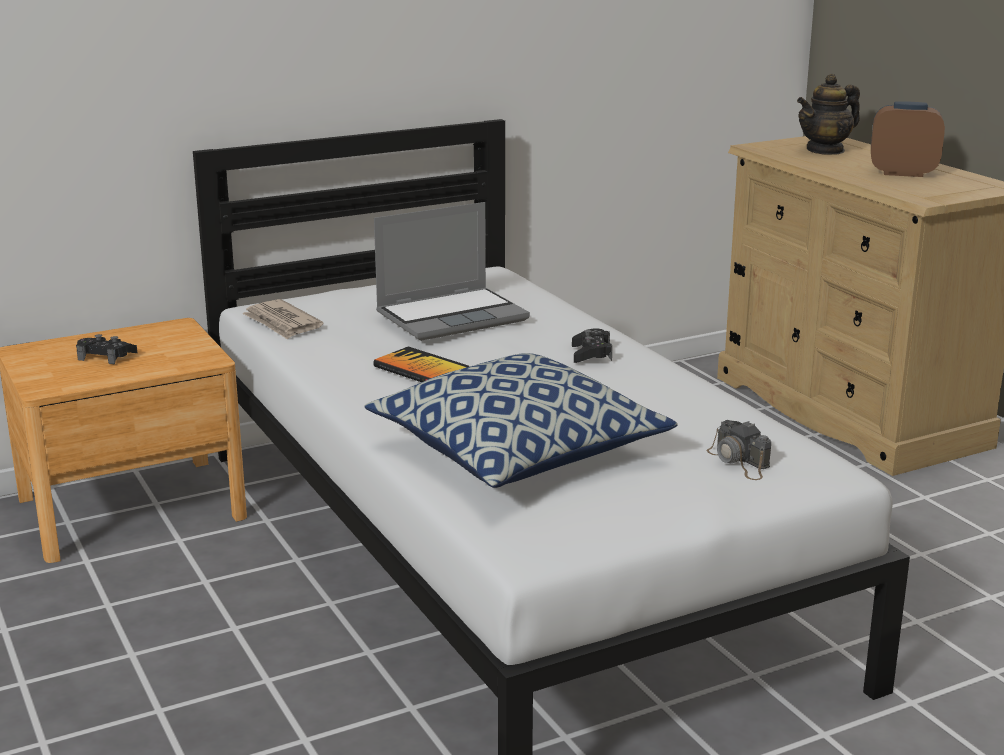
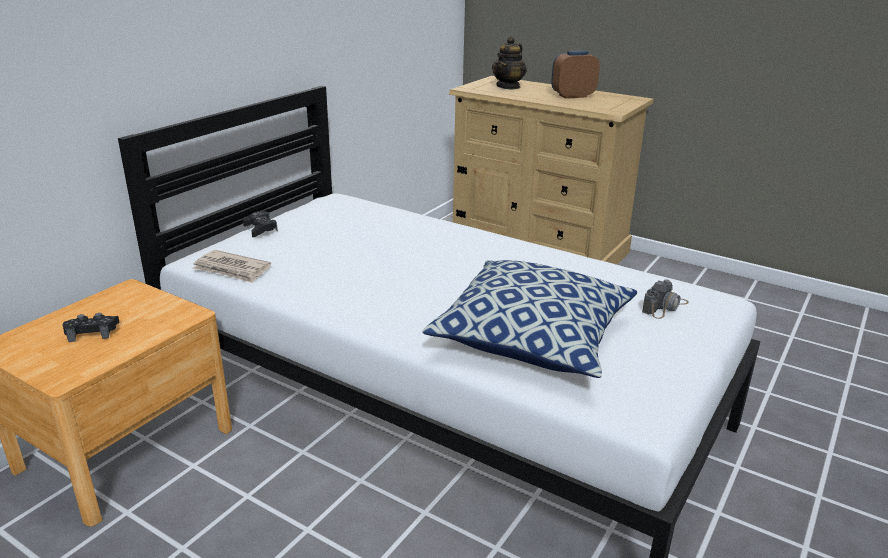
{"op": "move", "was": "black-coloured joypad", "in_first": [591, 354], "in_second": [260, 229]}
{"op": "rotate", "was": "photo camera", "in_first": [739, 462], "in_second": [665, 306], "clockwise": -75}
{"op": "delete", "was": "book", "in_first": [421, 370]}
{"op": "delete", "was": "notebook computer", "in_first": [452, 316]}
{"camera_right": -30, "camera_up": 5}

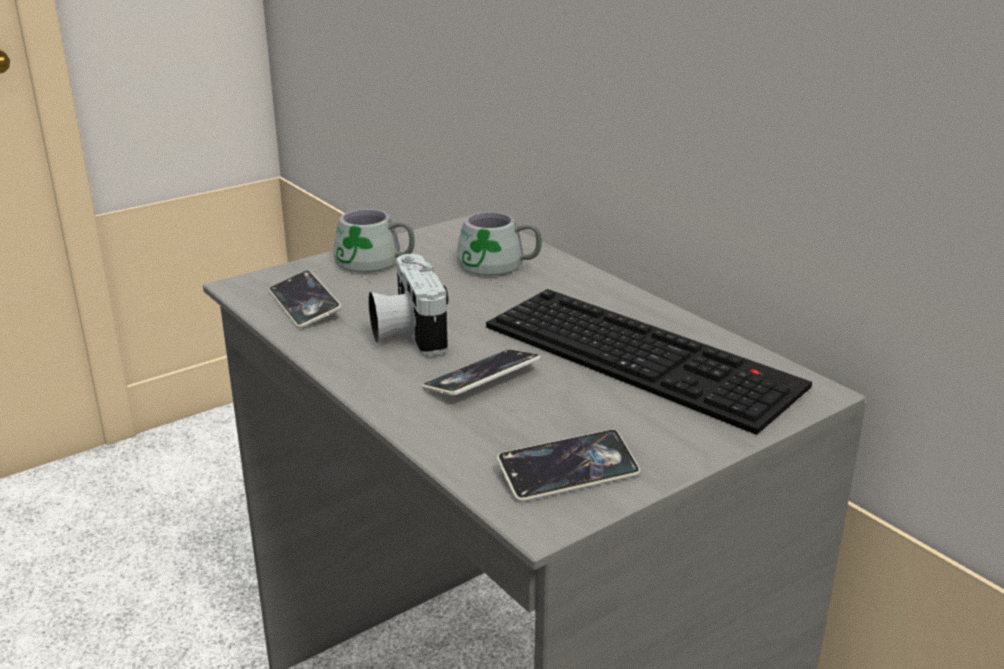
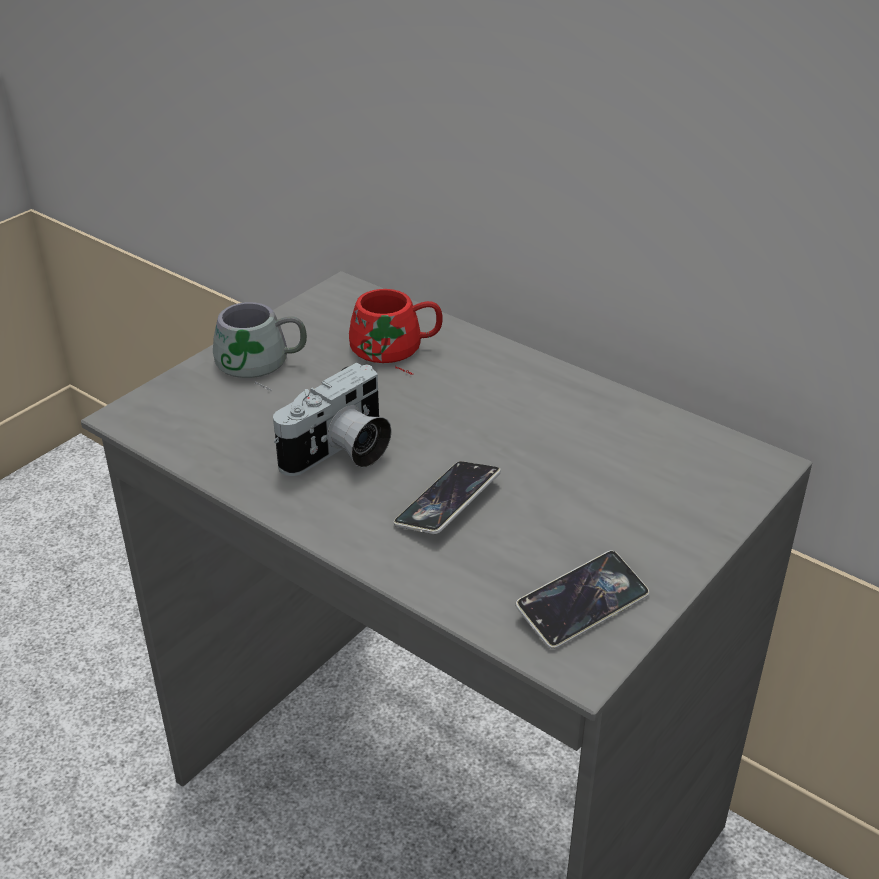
{"op": "rotate", "was": "photo camera", "in_first": [406, 332], "in_second": [341, 453], "clockwise": -105}
{"op": "recolor", "was": "gray mug", "now": "red-coloured mug", "in_first": [496, 268], "in_second": [395, 350]}
{"op": "delete", "was": "handset", "in_first": [304, 305]}
{"op": "delete", "was": "computer keyboard", "in_first": [645, 356]}
{"camera_right": -15, "camera_up": 10}

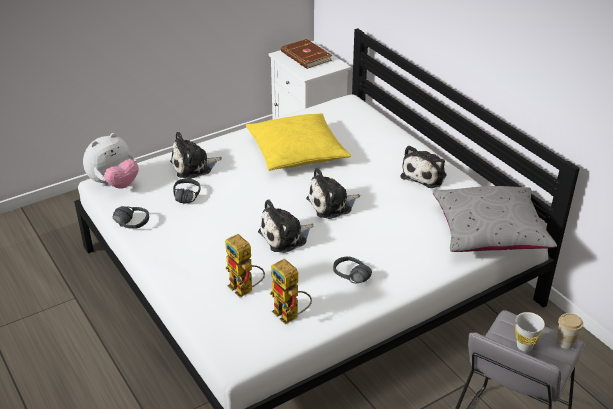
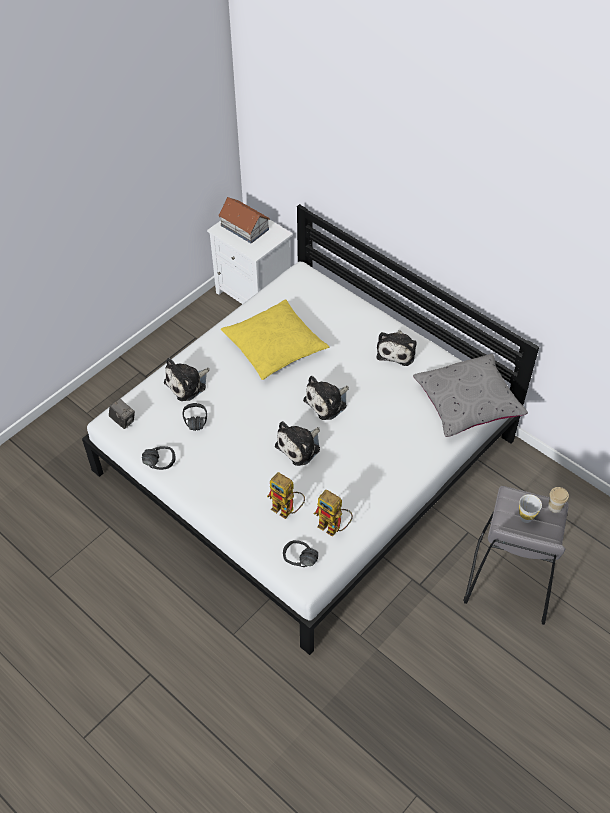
{"op": "replace", "was": "cuddly toy", "now": "photo camera", "in_first": [114, 184], "in_second": [123, 420]}
{"op": "replace", "was": "brown-coloured book", "now": "miniature house", "in_first": [305, 56], "in_second": [245, 228]}
{"op": "move", "was": "black-coloured headset", "in_first": [348, 279], "in_second": [298, 562]}
{"camera_right": -15, "camera_up": 15}

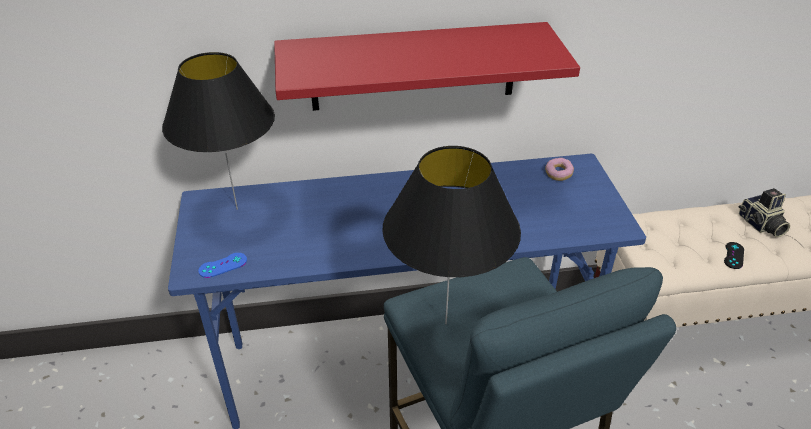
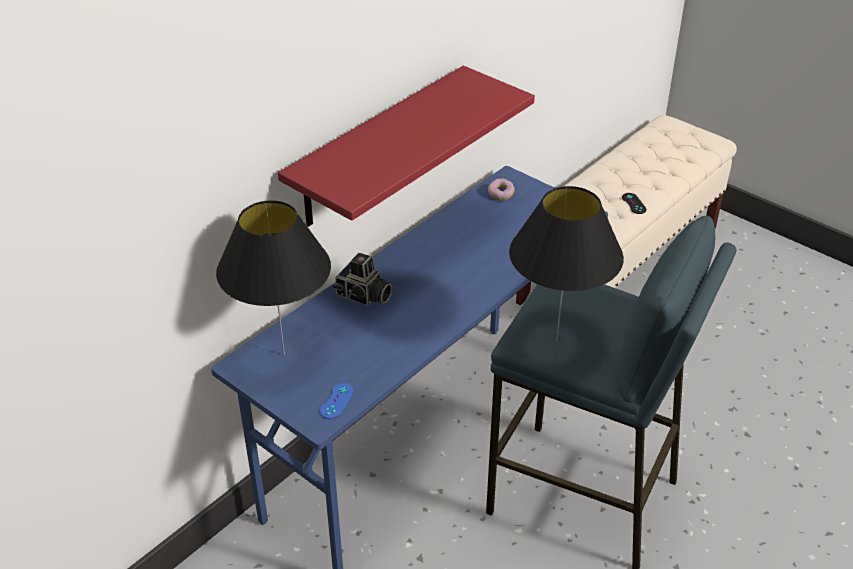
{"op": "move", "was": "photo camera", "in_first": [760, 225], "in_second": [363, 296]}
{"camera_right": -40, "camera_up": 0}

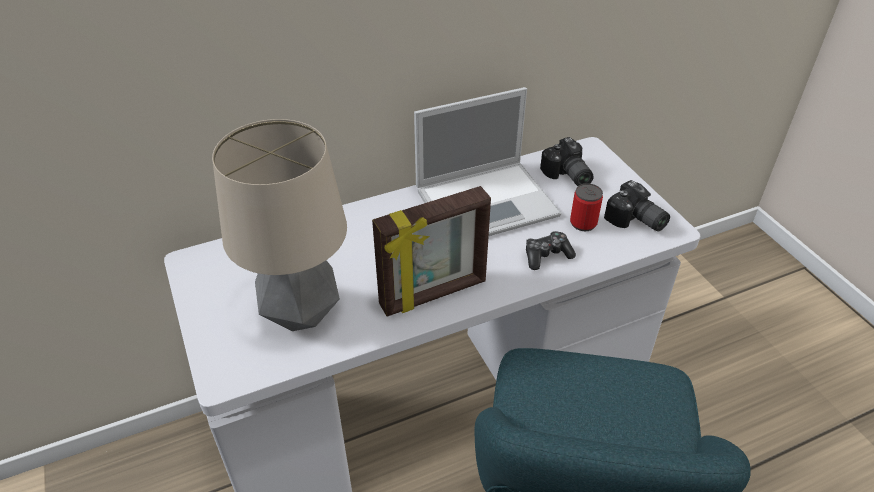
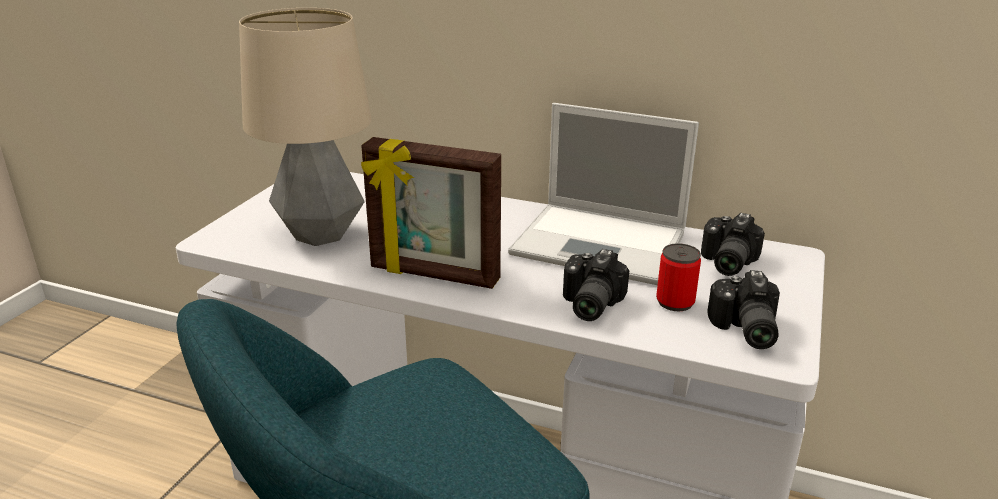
{"op": "replace", "was": "joypad", "now": "photo camera", "in_first": [546, 255], "in_second": [587, 304]}
{"camera_right": 45, "camera_up": -15}

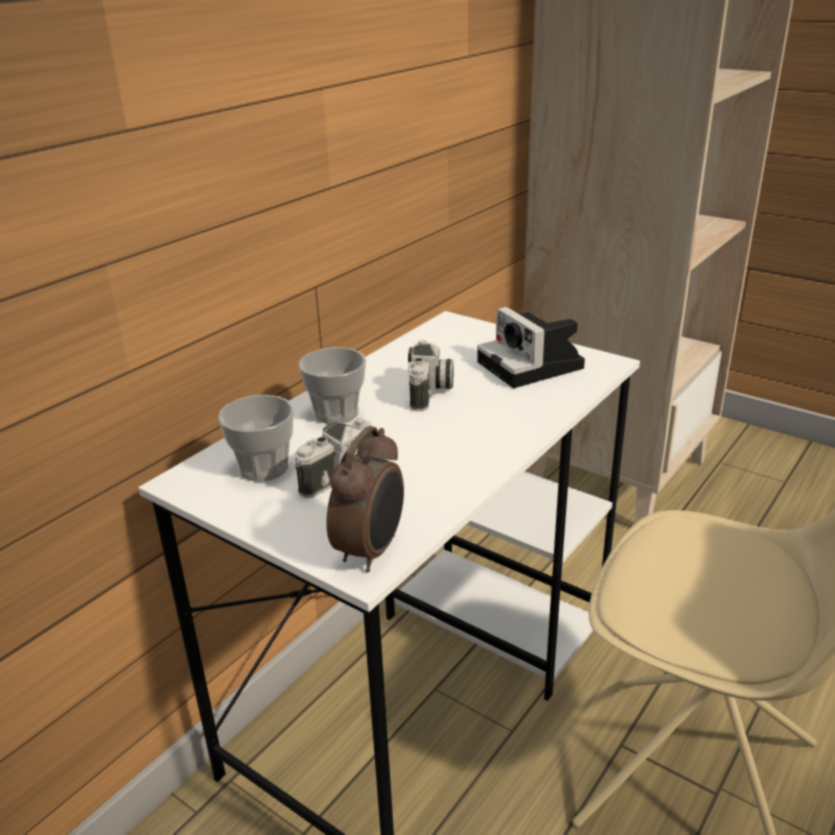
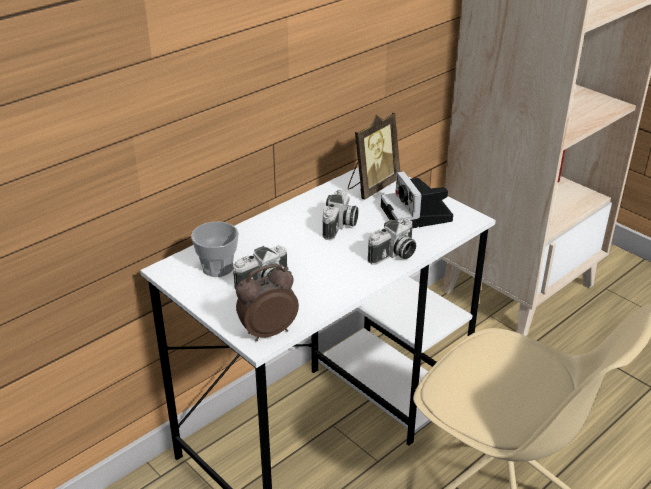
{"op": "rotate", "was": "alarm clock", "in_first": [372, 551], "in_second": [267, 332], "clockwise": -150}
{"op": "insert", "now": "picture frame", "in_second": [372, 187]}
{"op": "insert", "now": "photo camera", "in_second": [393, 255]}
{"op": "delete", "was": "small cup", "in_first": [336, 413]}
{"camera_right": 10, "camera_up": 5}

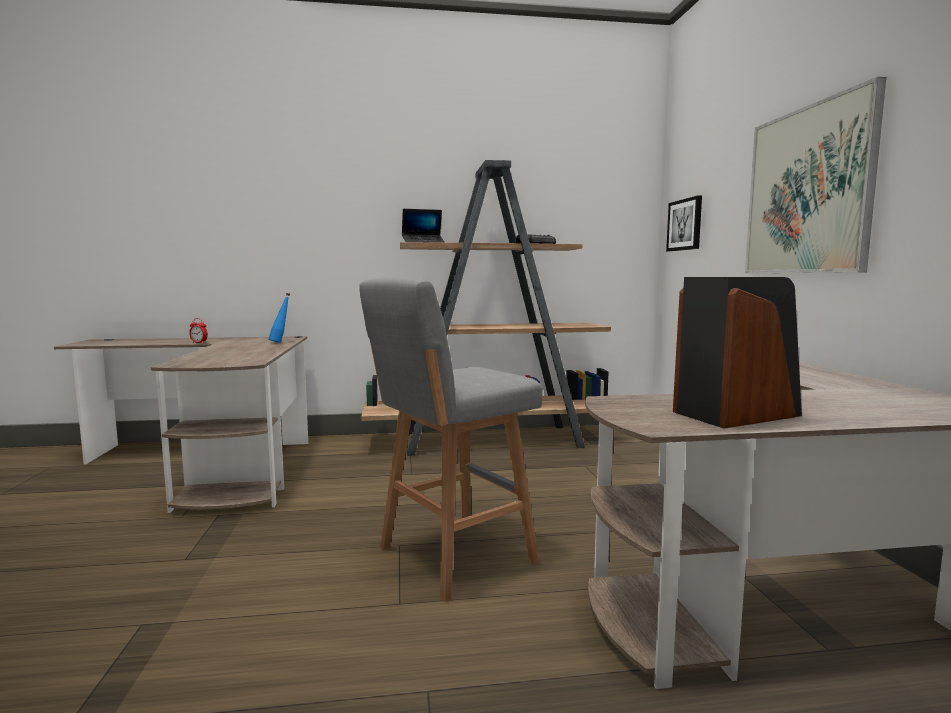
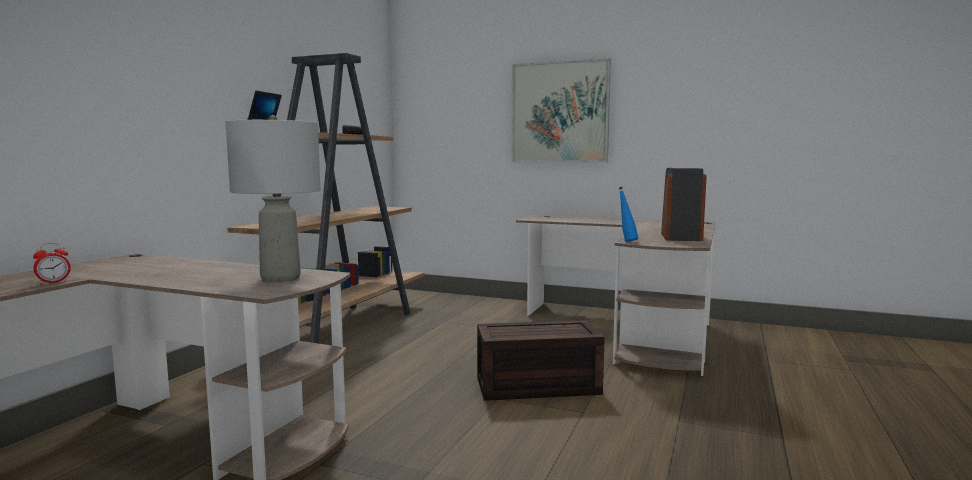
{"op": "insert", "now": "gray lamp for a table", "in_second": [281, 278]}
{"op": "replace", "was": "gray sitting stool", "now": "brown-coloured storage container", "in_first": [452, 557], "in_second": [536, 386]}
{"op": "move", "was": "blue bottle", "in_first": [281, 342], "in_second": [626, 241]}
{"op": "delete", "was": "picture", "in_first": [685, 225]}
{"camera_right": -60, "camera_up": 0}

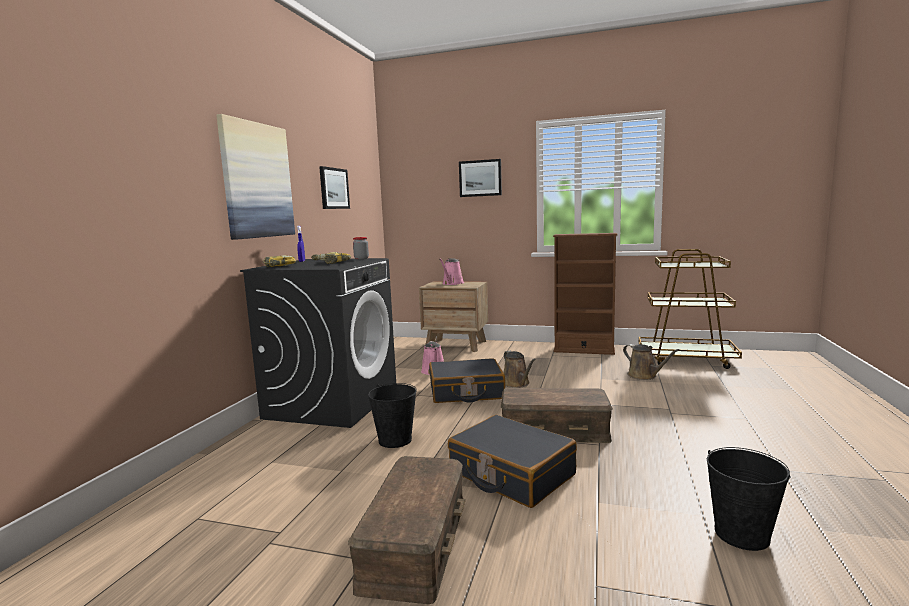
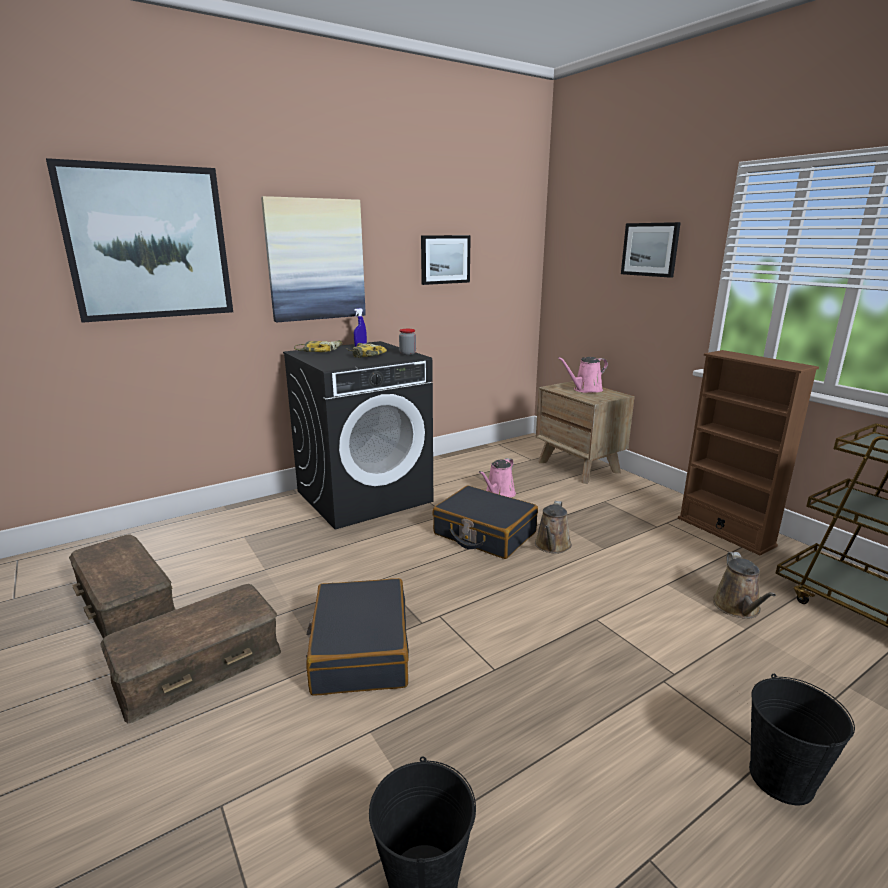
{"op": "insert", "now": "picture", "in_second": [148, 243]}
{"op": "move", "was": "brown-coloured storage container", "in_first": [554, 430], "in_second": [127, 602]}
{"op": "move", "was": "black-coloured pail", "in_first": [395, 440], "in_second": [781, 778]}
{"camera_right": 40, "camera_up": 10}

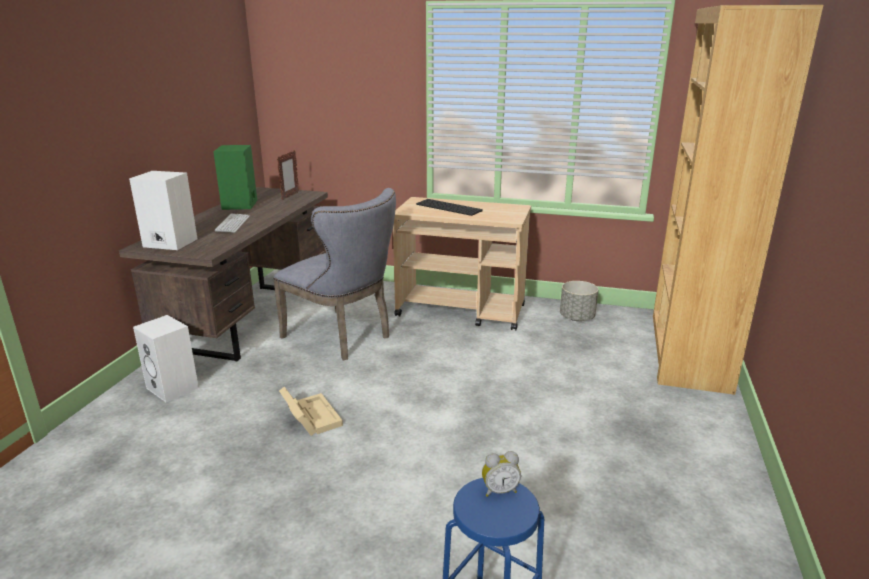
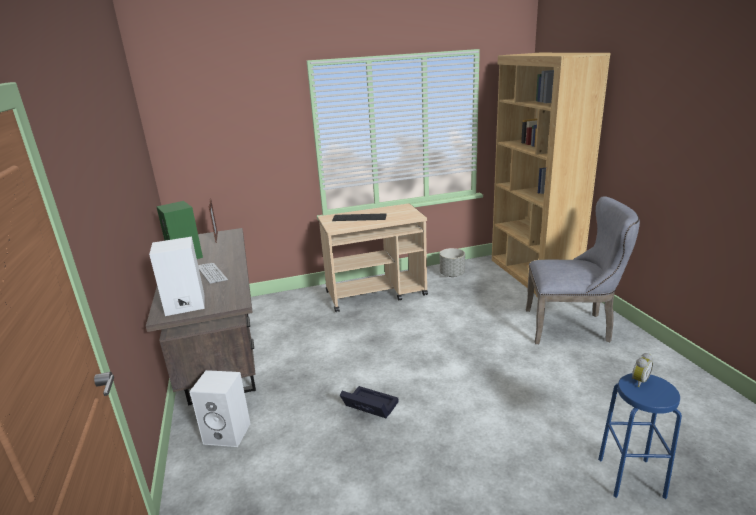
{"op": "recolor", "was": "sand-coloured storage container", "now": "black-coloured storage container", "in_first": [310, 417], "in_second": [368, 406]}
{"op": "move", "was": "gray chair", "in_first": [343, 337], "in_second": [573, 326]}
{"camera_right": -30, "camera_up": 0}

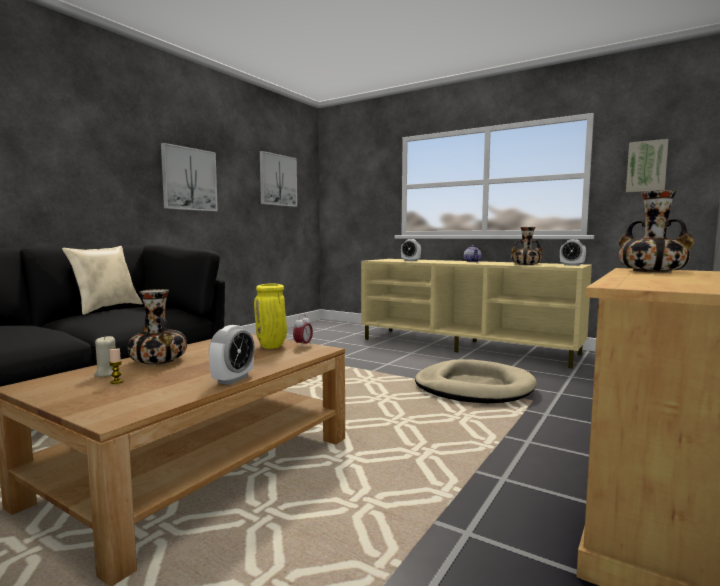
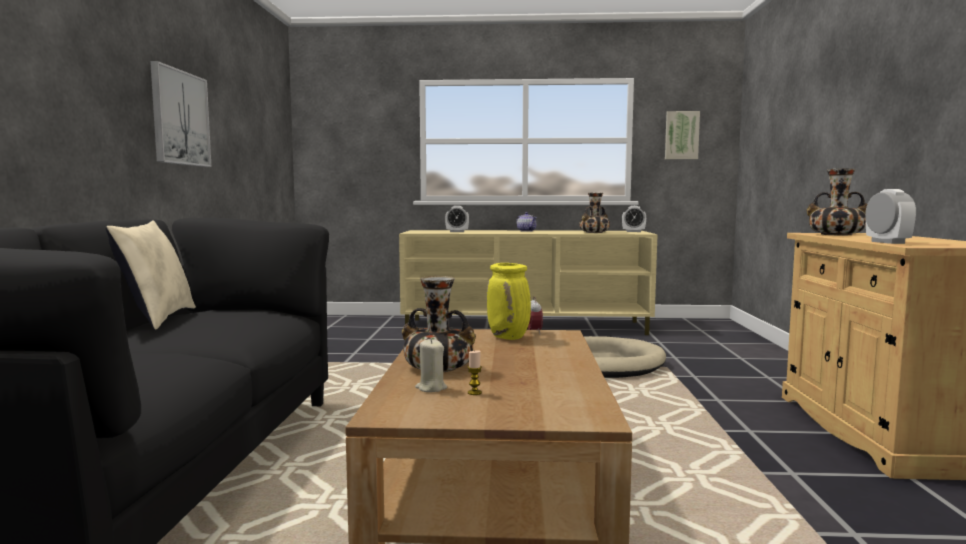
{"op": "move", "was": "alarm clock", "in_first": [233, 379], "in_second": [887, 242]}
{"op": "delete", "was": "picture", "in_first": [278, 180]}
{"camera_right": -30, "camera_up": 0}

